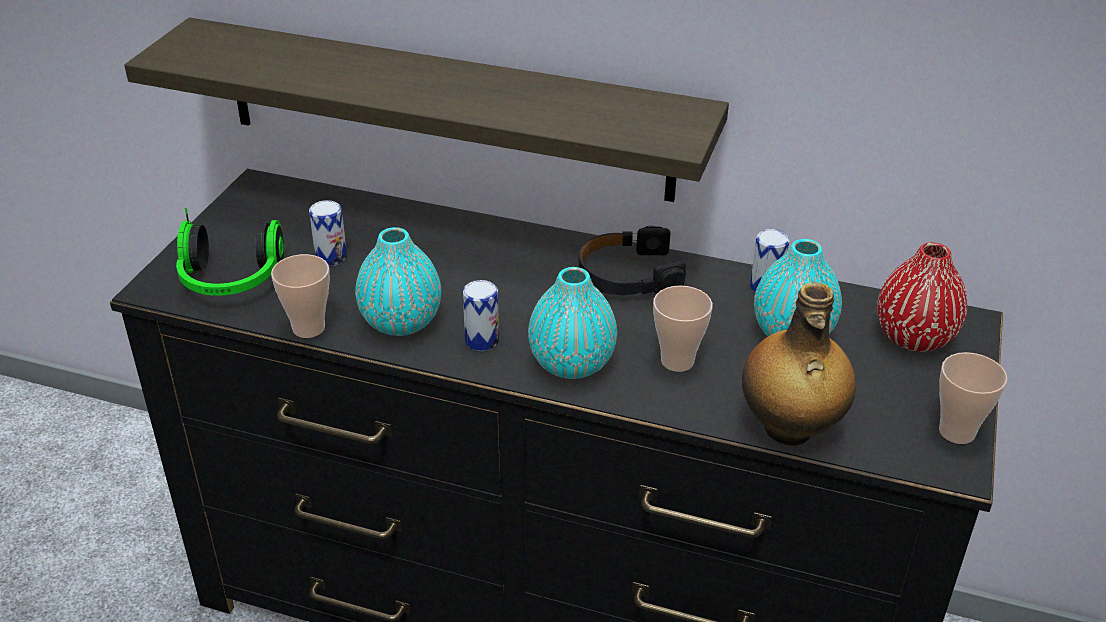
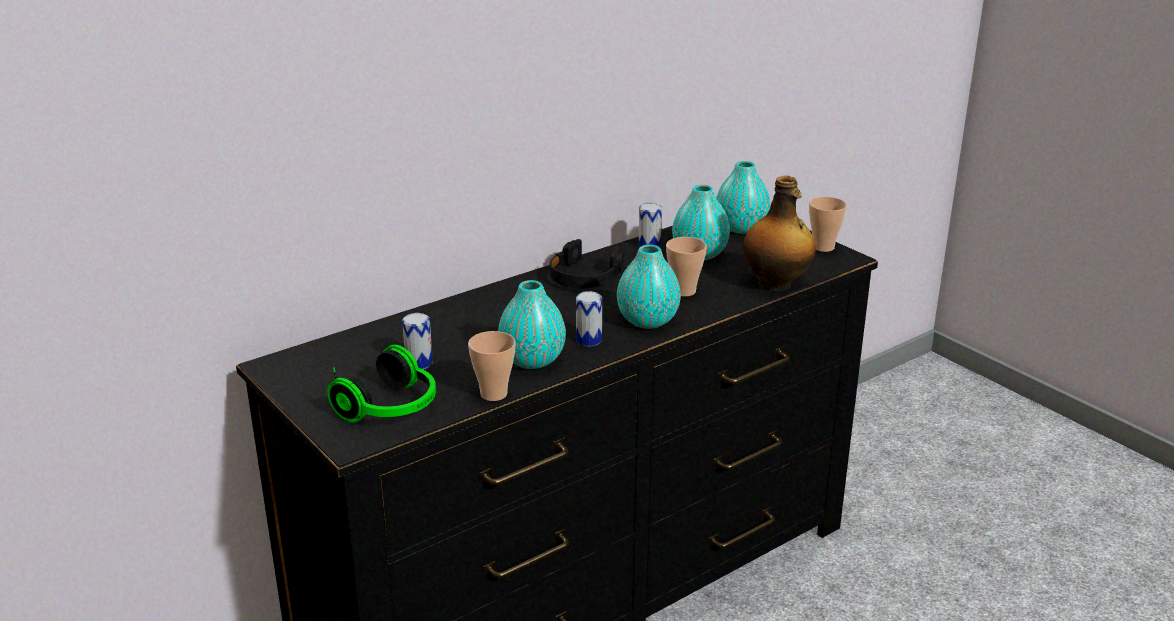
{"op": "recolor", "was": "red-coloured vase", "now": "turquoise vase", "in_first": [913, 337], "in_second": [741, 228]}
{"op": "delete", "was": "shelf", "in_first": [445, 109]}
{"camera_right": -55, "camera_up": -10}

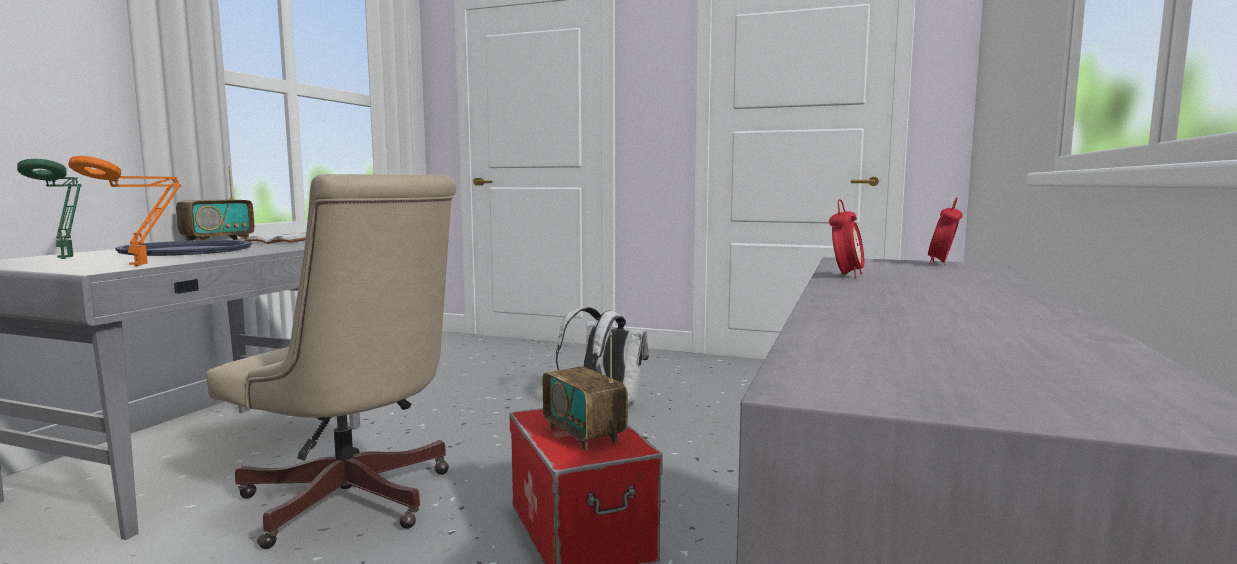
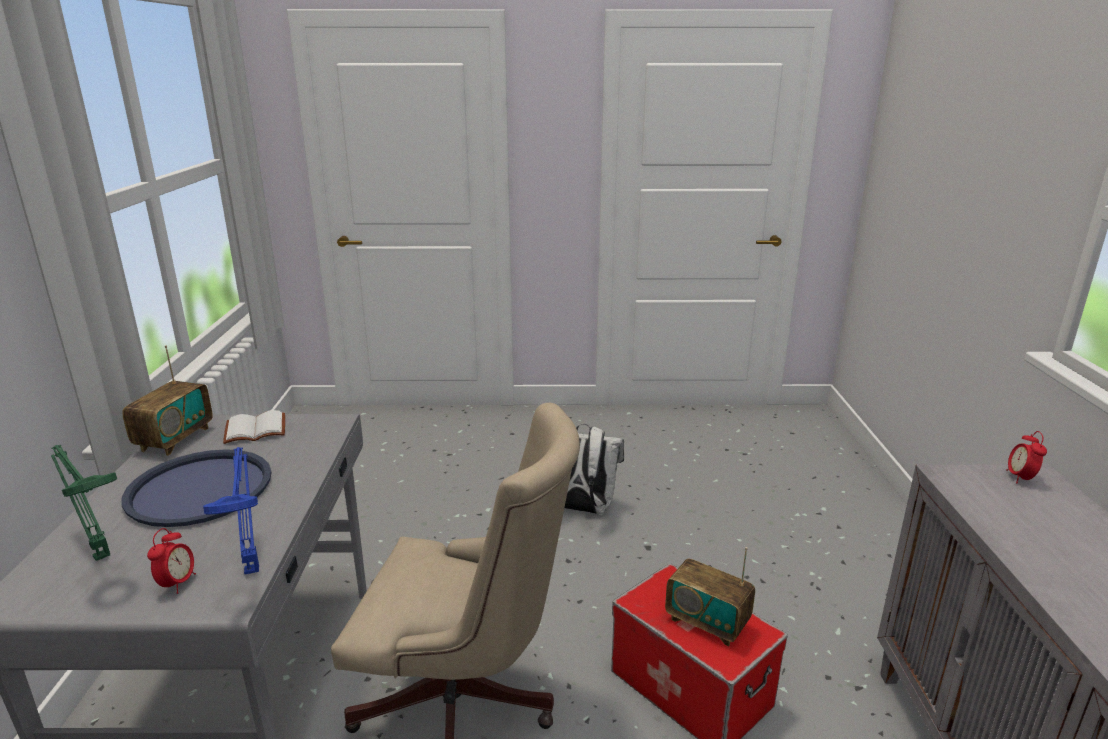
{"op": "move", "was": "alarm clock", "in_first": [845, 276], "in_second": [177, 583]}
{"op": "recolor", "was": "orange lamp for a table", "now": "blue lamp for a table", "in_first": [142, 265], "in_second": [252, 568]}
{"camera_right": -20, "camera_up": 15}

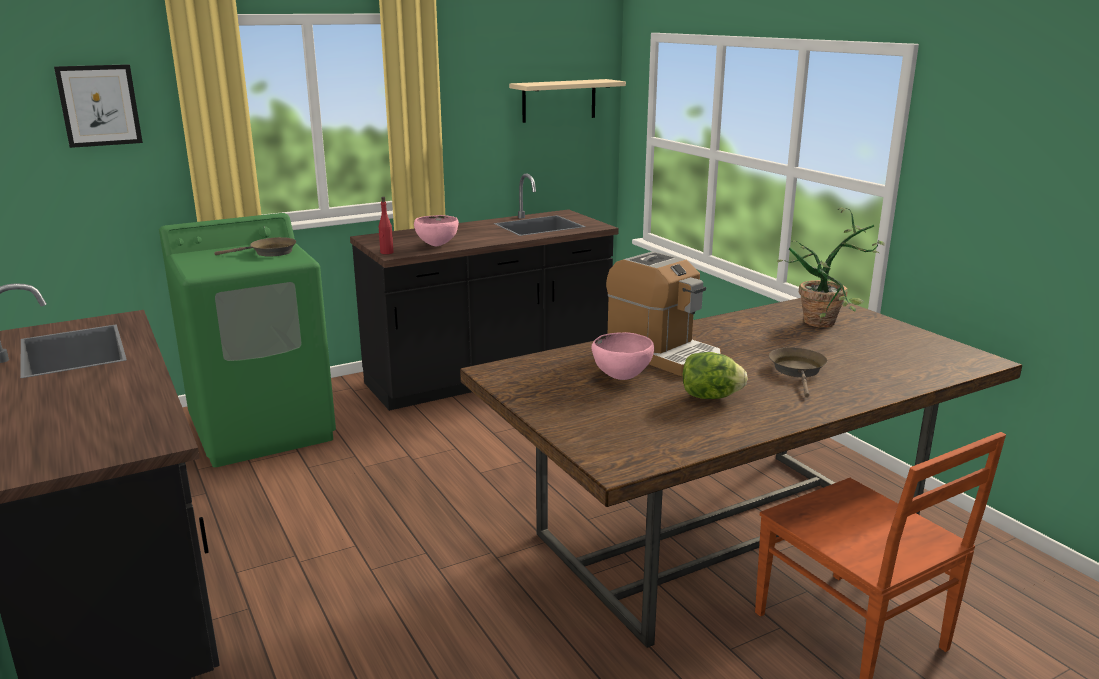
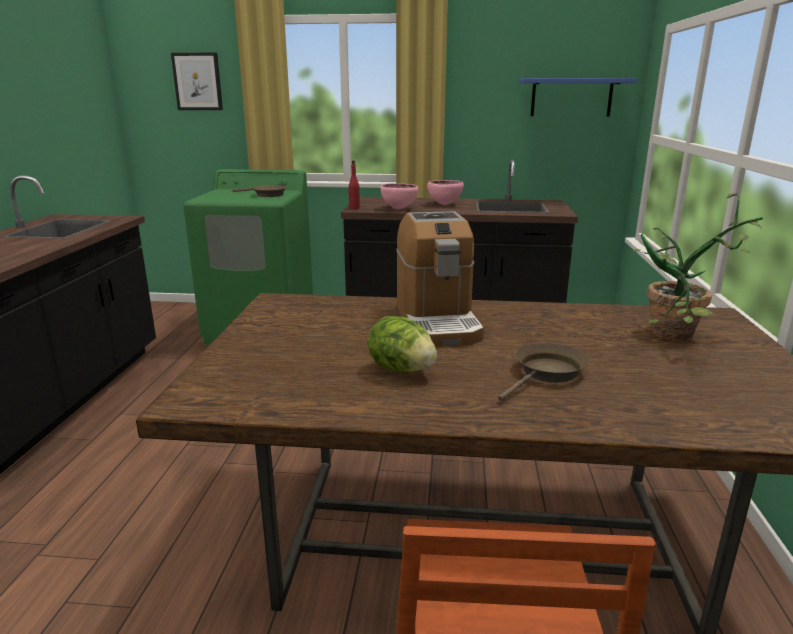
{"op": "move", "was": "pink-coloured bowl", "in_first": [622, 377], "in_second": [445, 204]}
{"op": "recolor", "was": "sand-coloured shelf", "now": "blue shelf", "in_first": [559, 100], "in_second": [571, 97]}
{"camera_right": 35, "camera_up": 0}

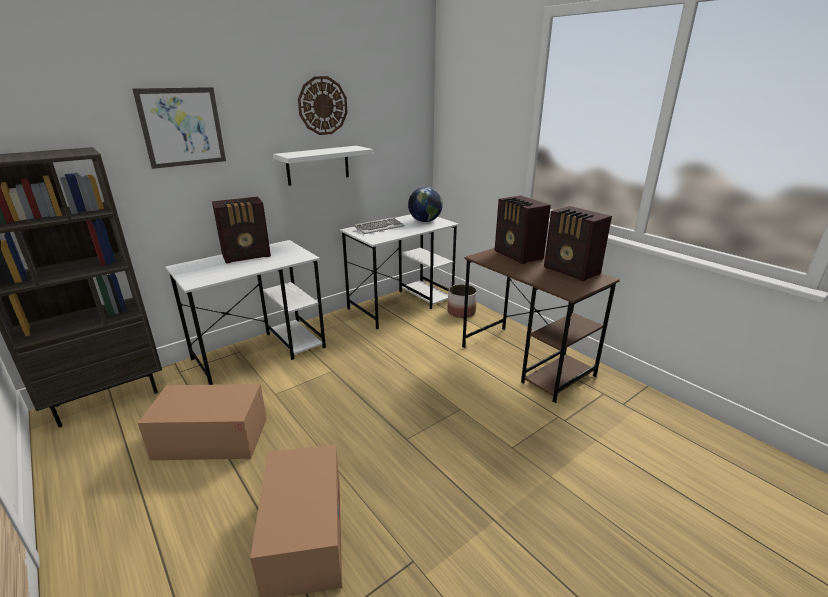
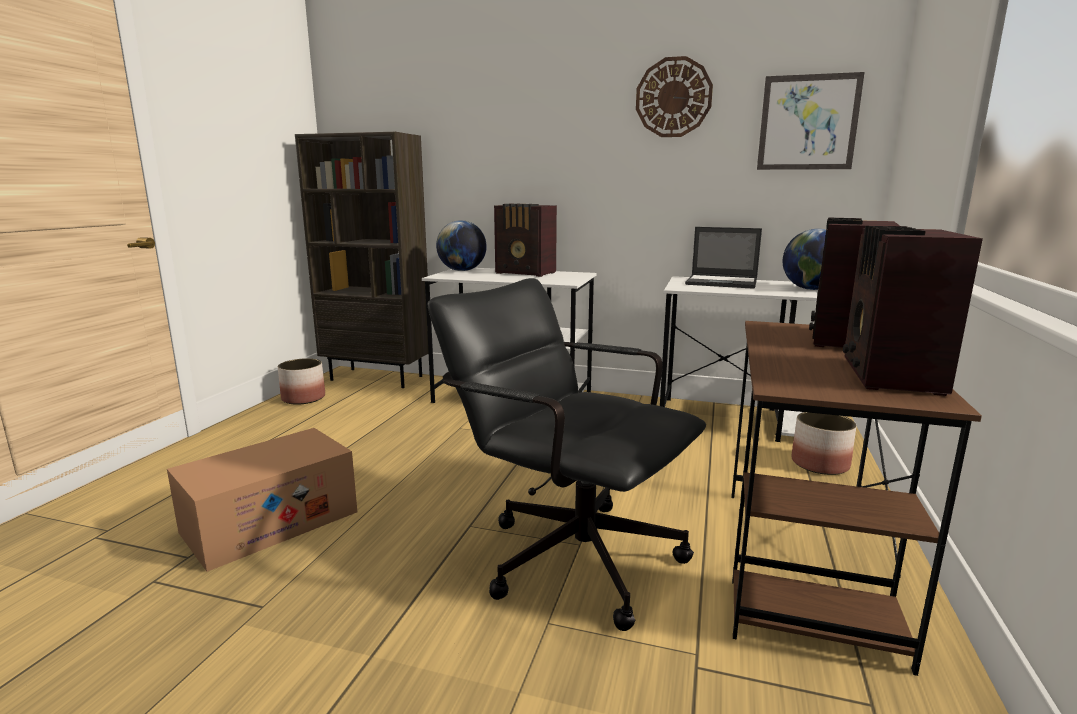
{"op": "insert", "now": "planter", "in_second": [303, 398]}
{"op": "insert", "now": "black-coloured desk chair", "in_second": [566, 552]}
{"op": "insert", "now": "desk globe", "in_second": [462, 270]}
{"op": "replace", "was": "computer keyboard", "now": "notebook computer", "in_first": [379, 227], "in_second": [722, 282]}
{"op": "move", "was": "picture", "in_first": [182, 127], "in_second": [808, 122]}
{"op": "delete", "was": "packing box", "in_first": [211, 438]}
{"op": "delete", "was": "whitish shelf", "in_first": [318, 165]}
{"camera_right": 55, "camera_up": -10}

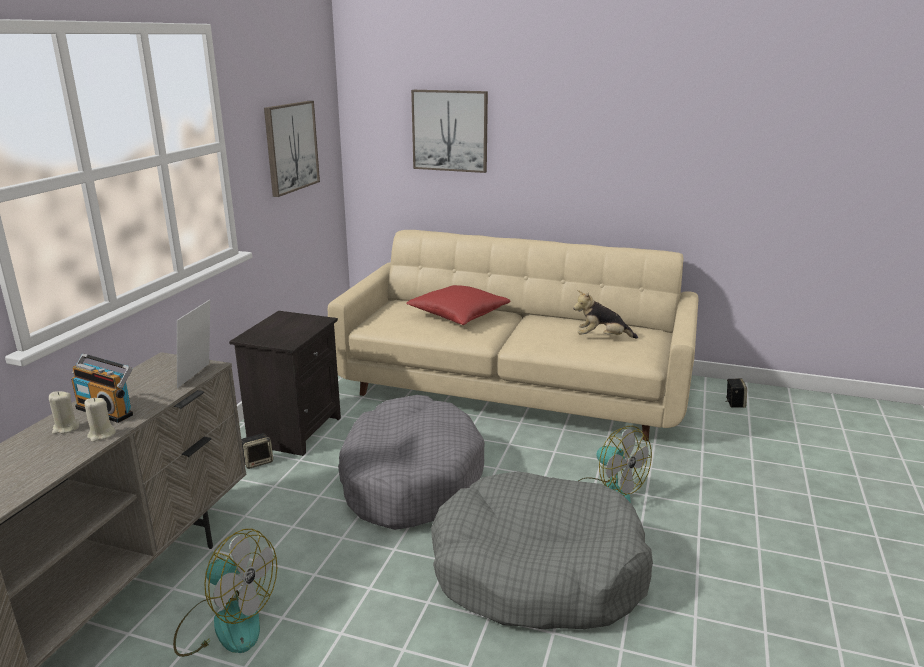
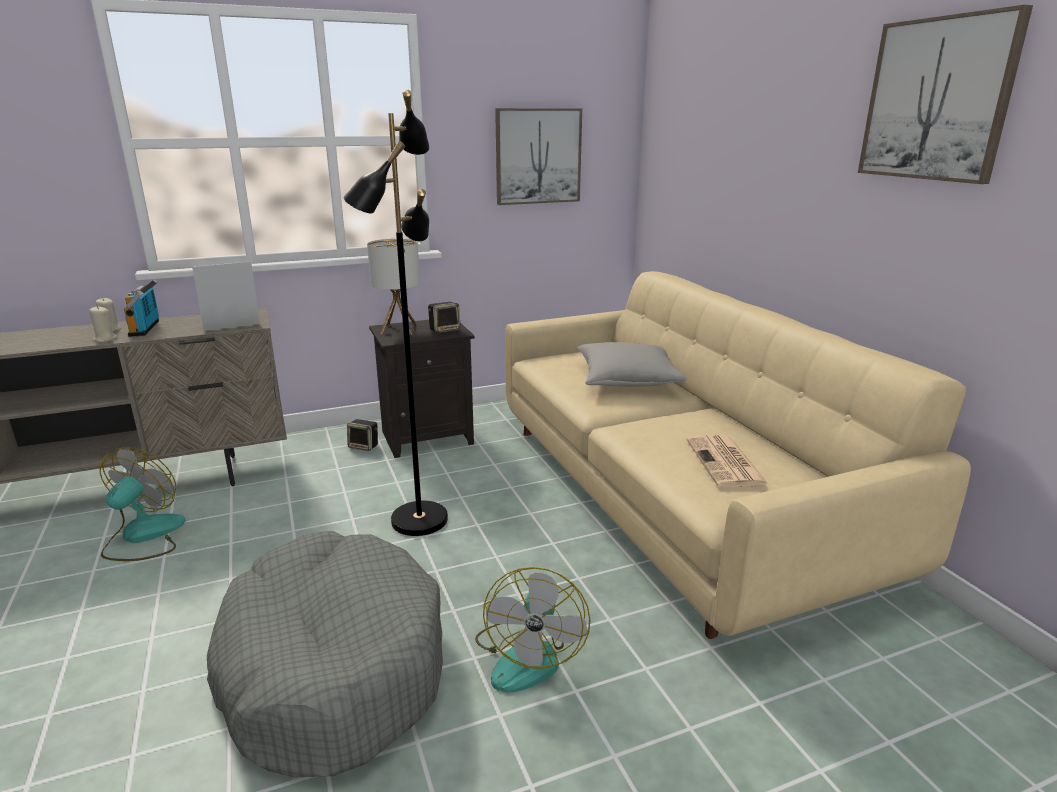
{"op": "rotate", "was": "electric fan", "in_first": [226, 623], "in_second": [143, 536], "clockwise": -150}
{"op": "replace", "was": "gray pet bed", "now": "black-coloured standing lamp", "in_first": [410, 479], "in_second": [418, 519]}
{"op": "insert", "now": "lamp for a table", "in_second": [399, 329]}
{"op": "move", "was": "audio speaker", "in_first": [734, 403], "in_second": [445, 330]}
{"op": "recolor", "was": "red-coloured cushion", "now": "gray cushion", "in_first": [458, 315], "in_second": [627, 380]}
{"op": "replace", "was": "cuddly toy", "now": "printed paper", "in_first": [602, 338], "in_second": [726, 463]}
{"op": "move", "was": "picture", "in_first": [450, 130], "in_second": [937, 100]}
{"camera_right": 50, "camera_up": 0}

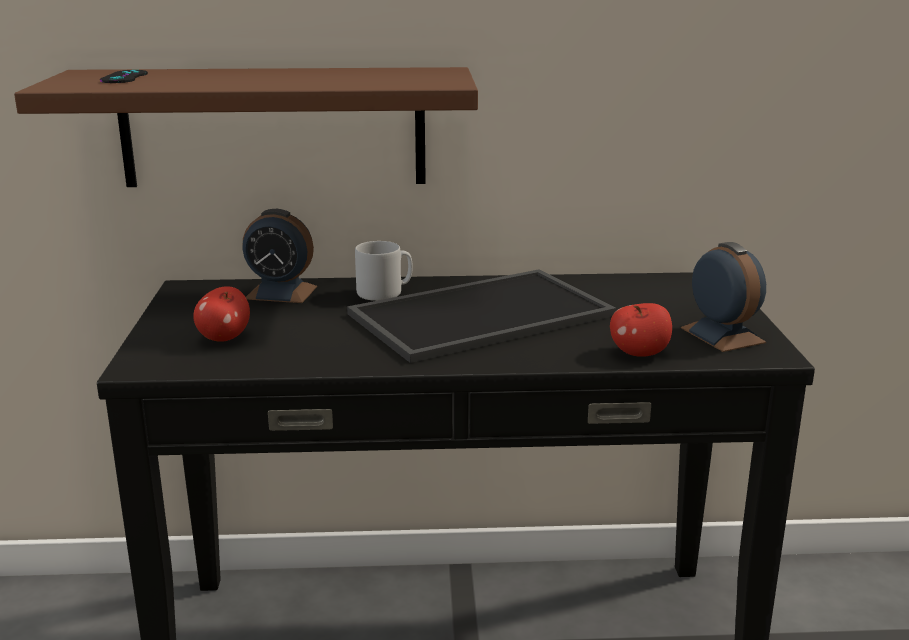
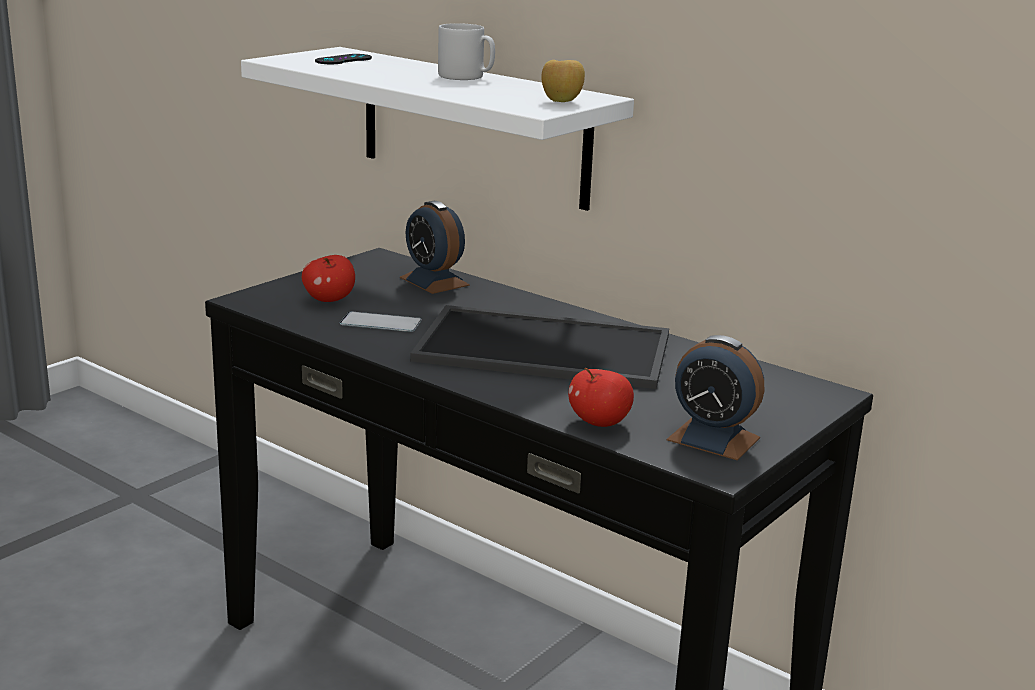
{"op": "recolor", "was": "brown-coloured shelf", "now": "whitish shelf", "in_first": [273, 127], "in_second": [473, 126]}
{"op": "insert", "now": "handset", "in_second": [380, 323]}
{"op": "move", "was": "gray mug", "in_first": [385, 293], "in_second": [466, 77]}
{"op": "insert", "now": "apple fruit", "in_second": [561, 101]}
{"op": "rotate", "was": "alarm clock", "in_first": [722, 335], "in_second": [713, 439], "clockwise": 105}
{"camera_right": 40, "camera_up": 0}

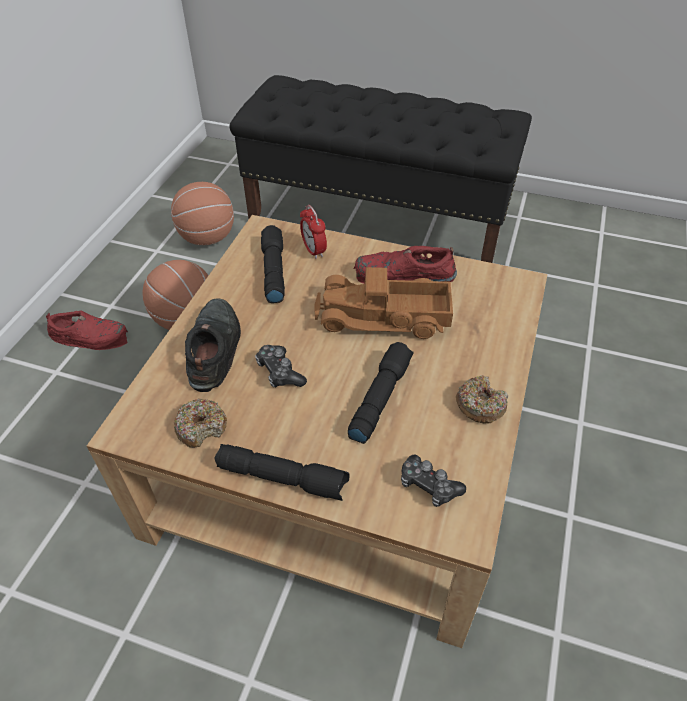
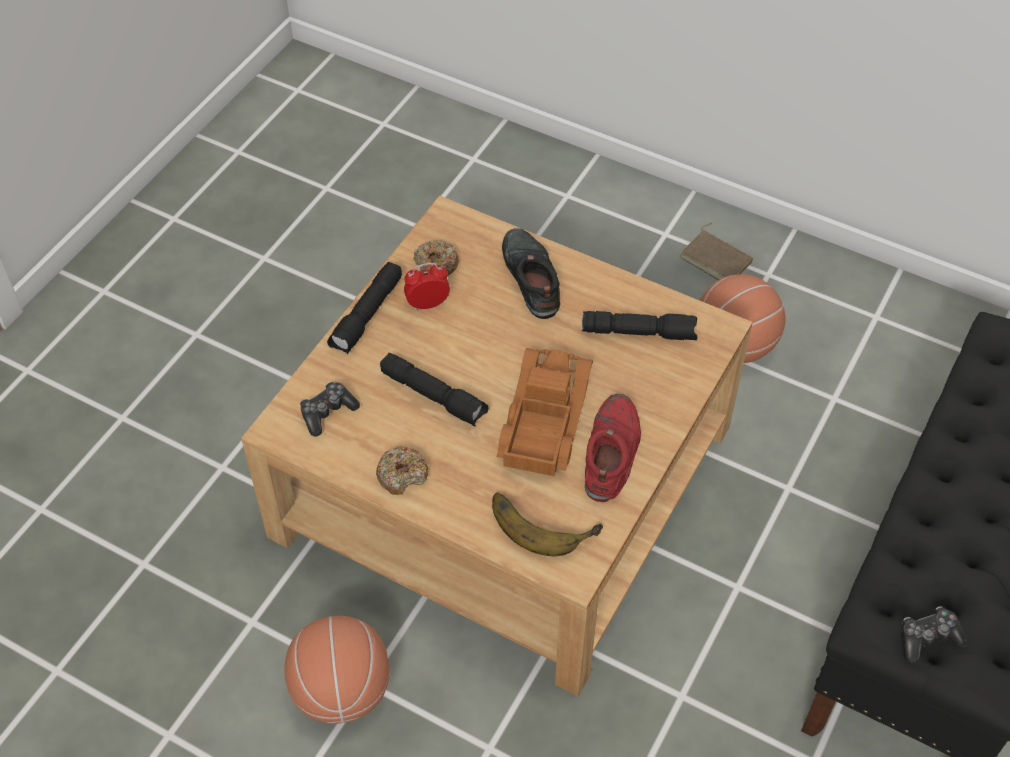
{"op": "move", "was": "ball for basketball", "in_first": [208, 238], "in_second": [341, 692]}
{"op": "move", "was": "alarm clock", "in_first": [314, 251], "in_second": [428, 304]}
{"op": "insert", "now": "banana fruit", "in_second": [543, 521]}
{"op": "rotate", "was": "black-coloured item of footwear", "in_first": [214, 348], "in_second": [530, 277], "clockwise": -120}
{"op": "replace", "was": "red-coloured item of footwear", "now": "brown-coloured book", "in_first": [90, 336], "in_second": [717, 259]}
{"op": "move", "was": "joypad", "in_first": [280, 372], "in_second": [927, 639]}
{"camera_right": 100, "camera_up": 5}

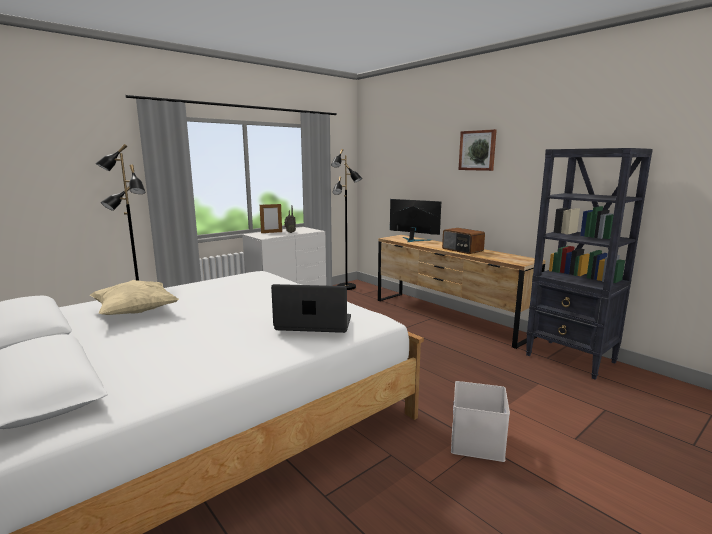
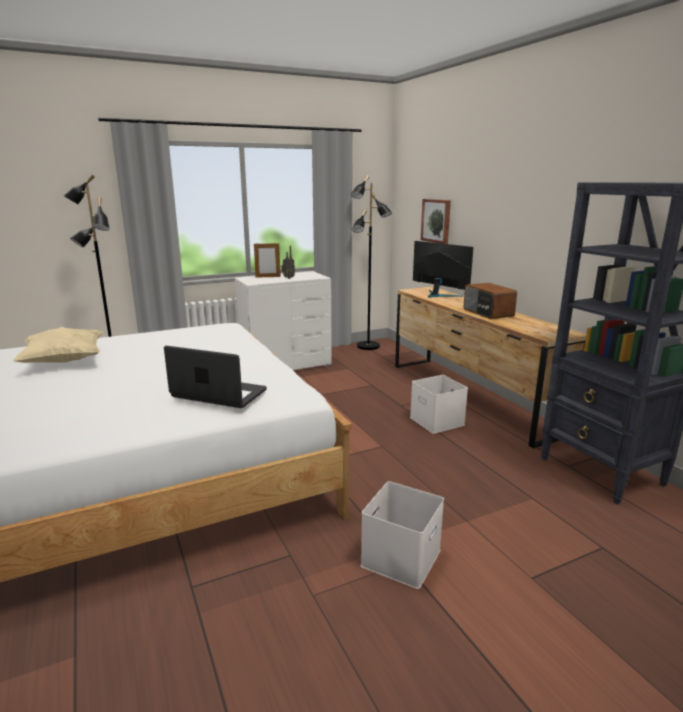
{"op": "insert", "now": "whitish storage container", "in_second": [438, 421]}
{"op": "move", "was": "picture", "in_first": [477, 150], "in_second": [436, 221]}
{"camera_right": 15, "camera_up": 5}

